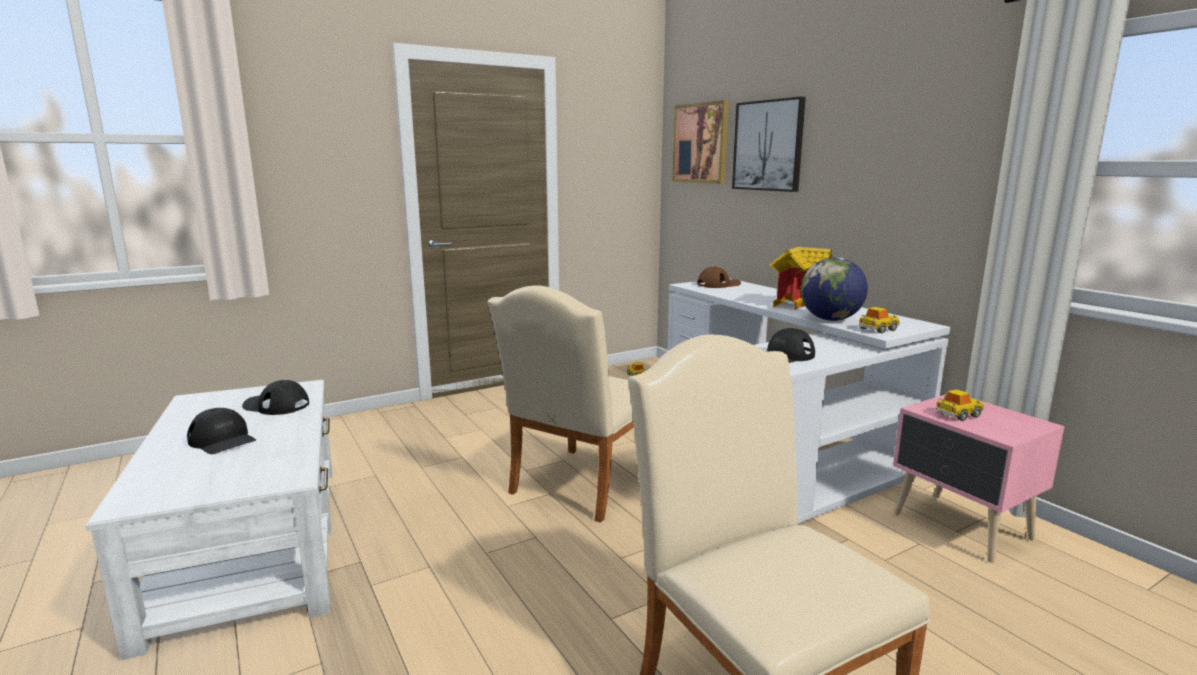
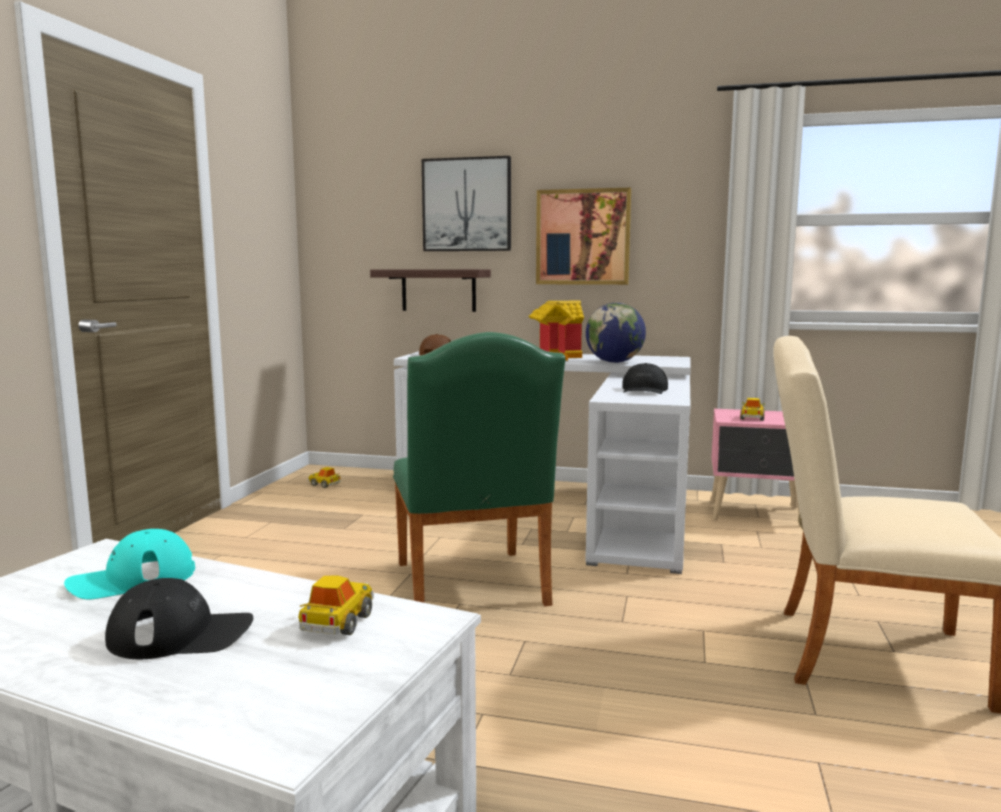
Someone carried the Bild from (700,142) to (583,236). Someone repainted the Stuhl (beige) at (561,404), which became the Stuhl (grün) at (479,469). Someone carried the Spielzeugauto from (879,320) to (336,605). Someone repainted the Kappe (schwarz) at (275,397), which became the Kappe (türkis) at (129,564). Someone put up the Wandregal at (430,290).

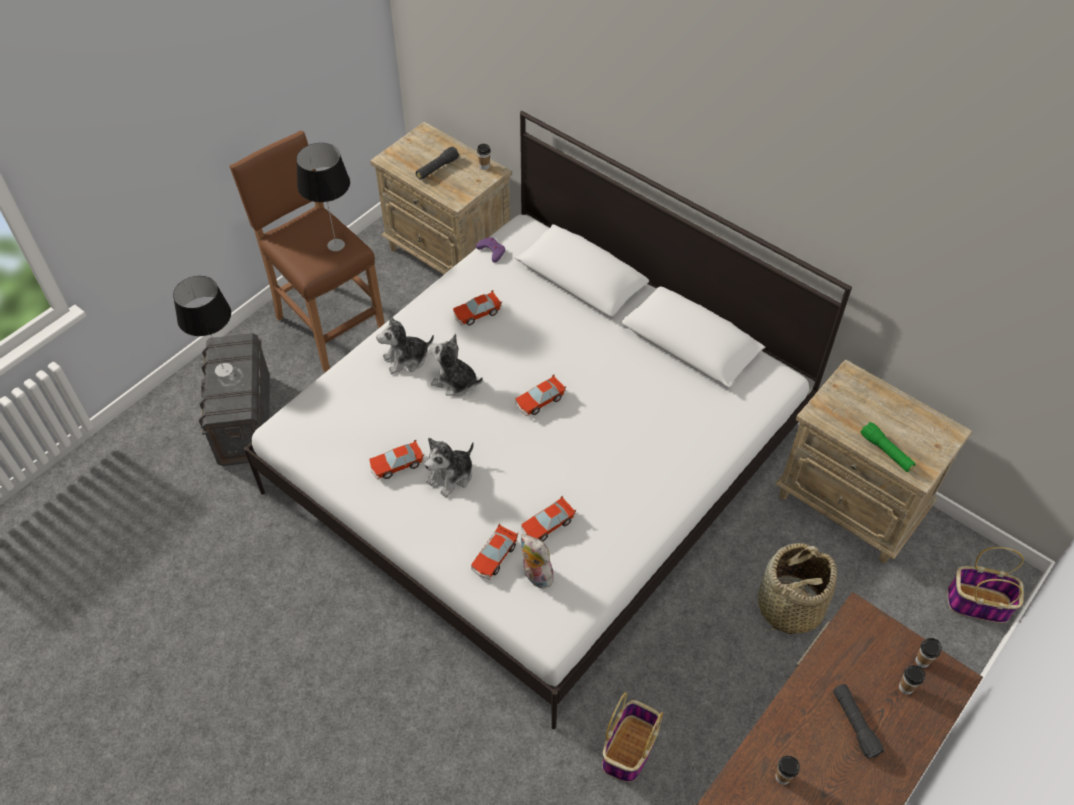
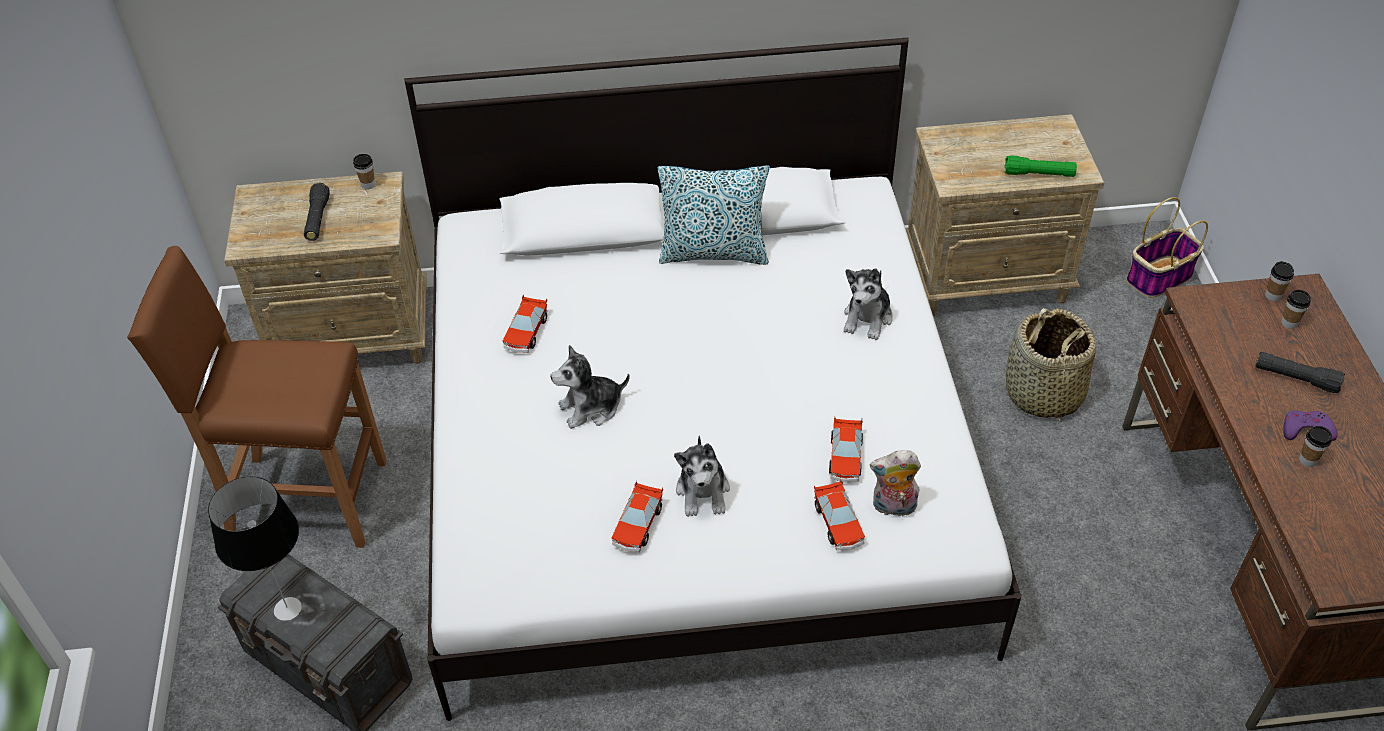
Someone took away the Tischlampe at (323,197). Someone carried the Gamepad (lila) from (490,250) to (1310,425). Someone carried the Plüschtier from (405,344) to (868,304). Someone took away the Spielzeugauto at (540,395). Someone took away the Korb at (632,737). Someone put down the Kissen at (714,215).

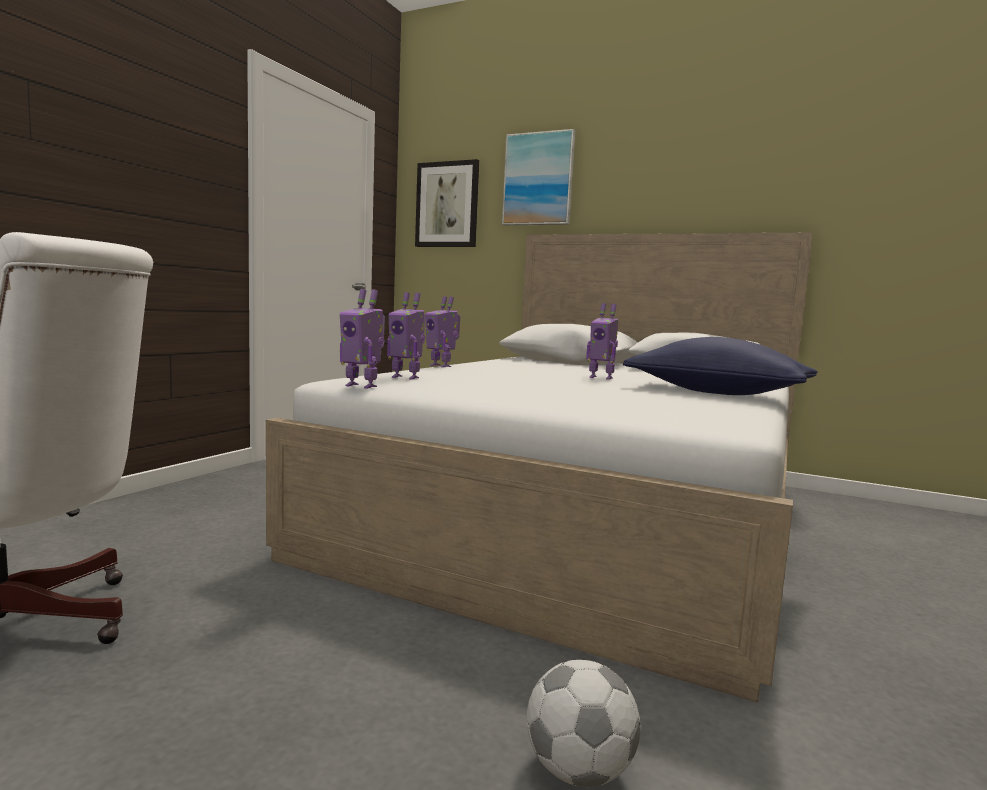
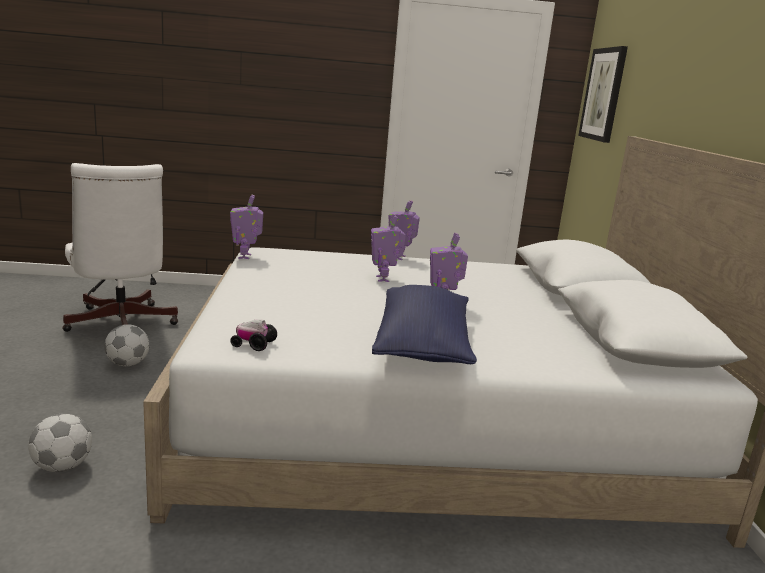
Someone took away the Bild at (538,177). Someone carried the Spielzeugroboter from (406,336) to (388,248). Someone put down the Spielzeugauto at (253,335). Someone put down the Fußball at (127,345).

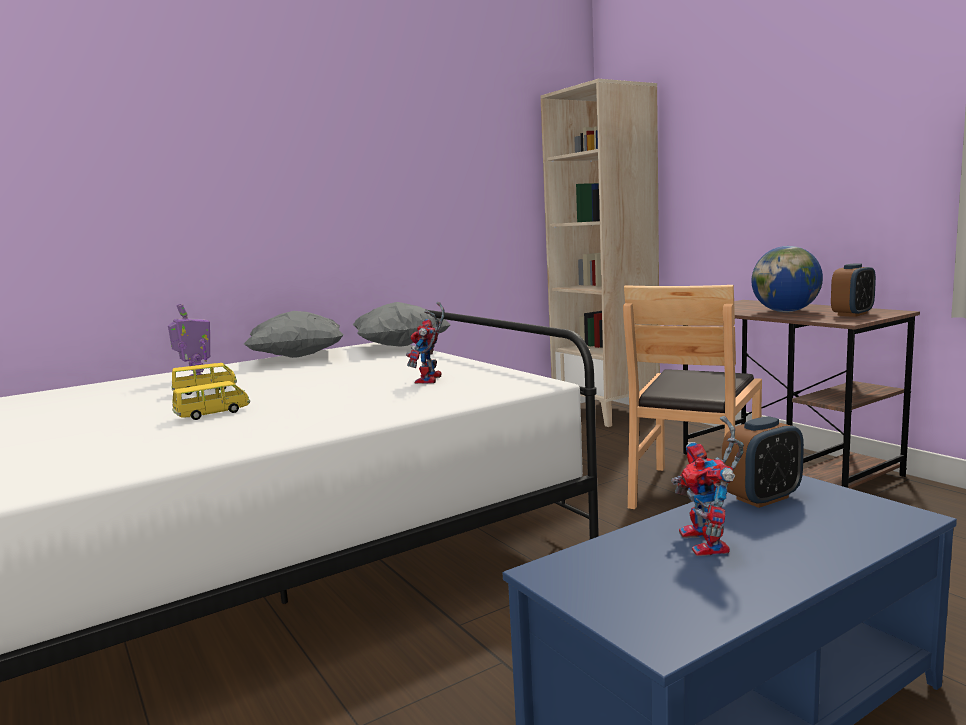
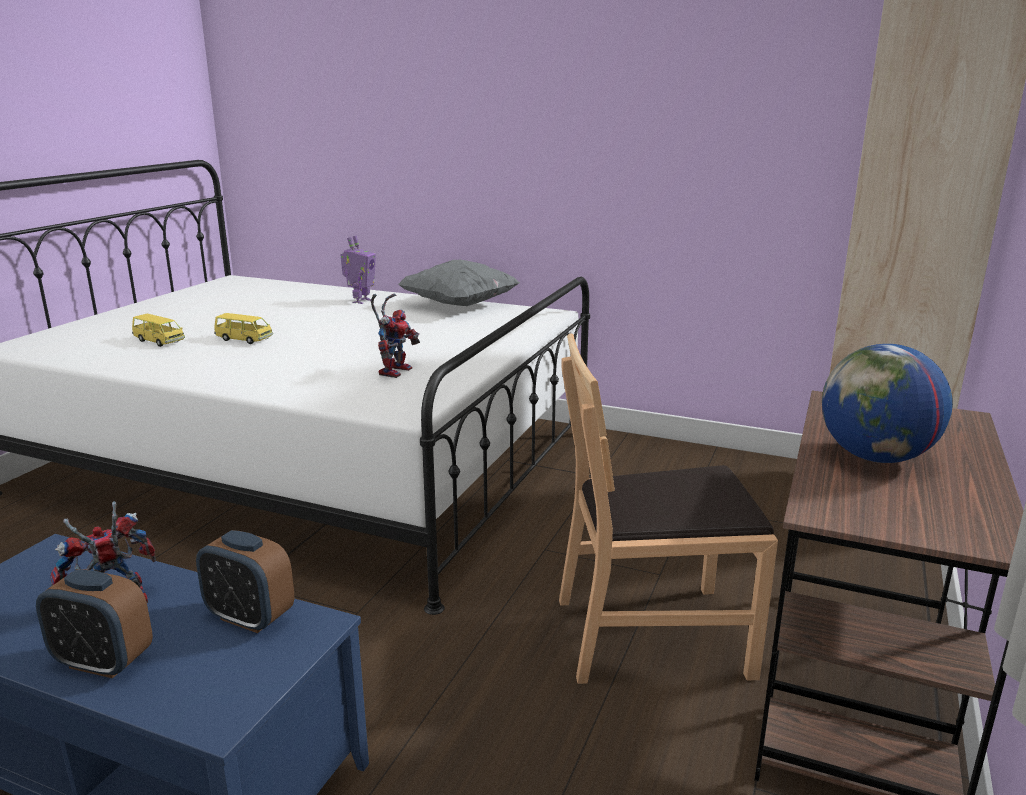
Someone carried the Wecker from (853,290) to (94,623). Someone took away the Kissen (grau) at (402,324). Someone rotated the Spielzeugroboter at (425,343) by 135 degrees clockwise. Someone carried the Spielzeugauto (gelb) from (204,379) to (158,330).

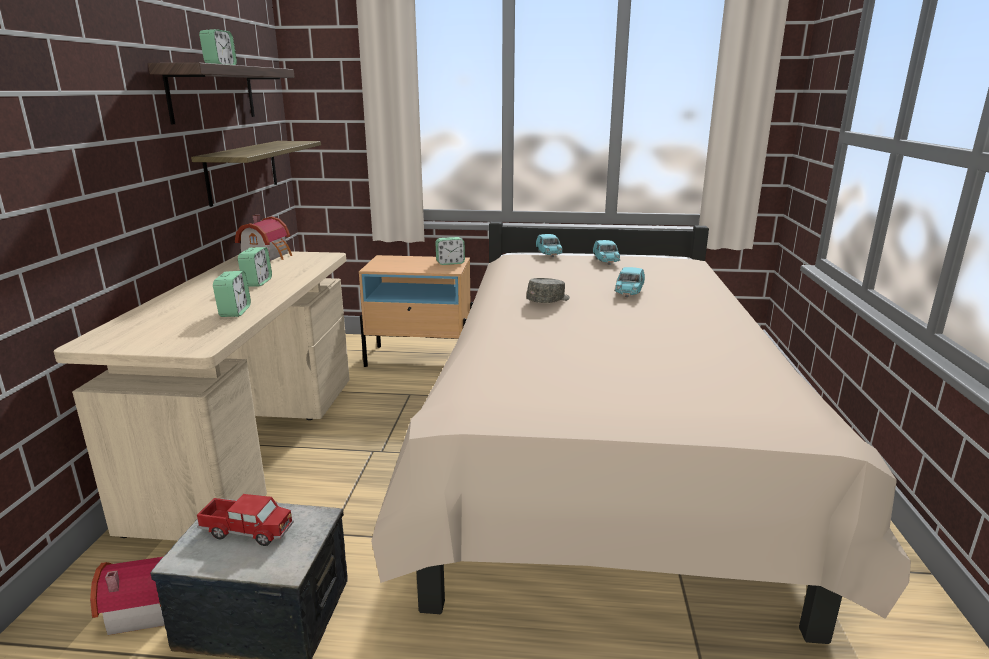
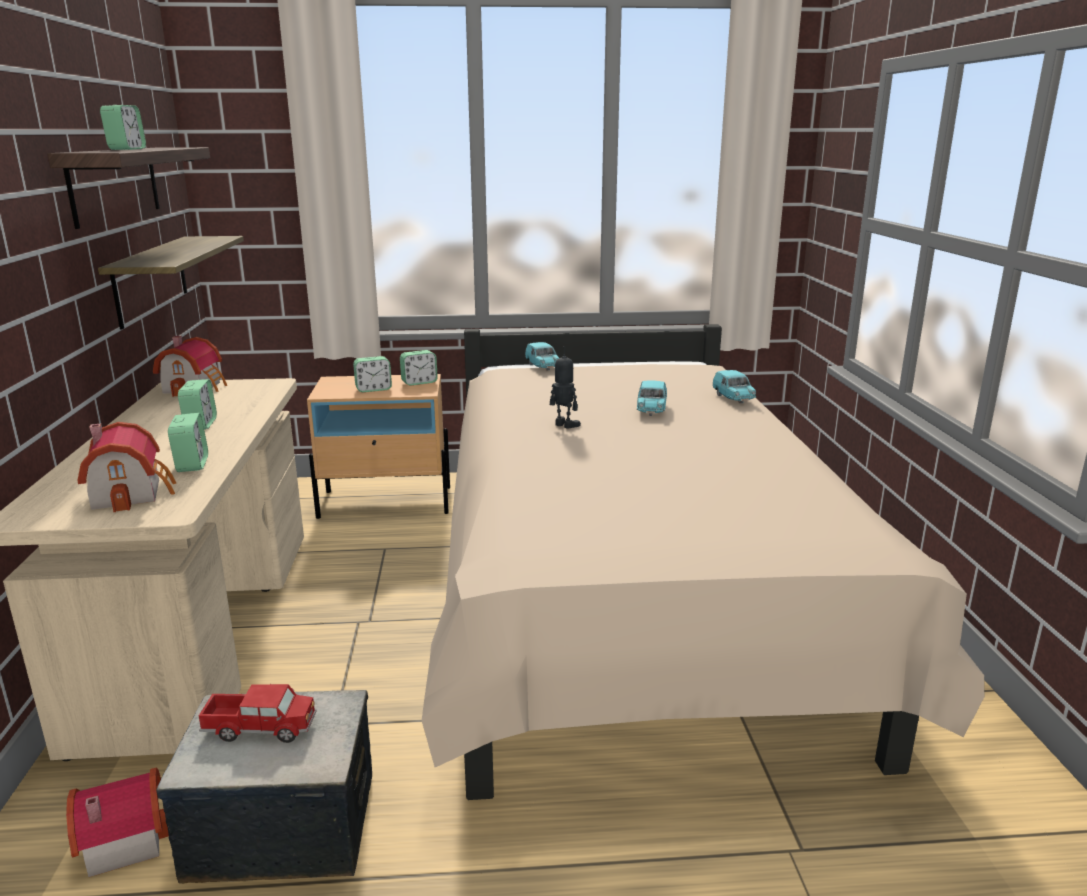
Someone carried the Spielzeugauto (türkis) from (607,252) to (734,386). Someone swapped the Kappe (grau) at (548,290) for the Spielzeugroboter at (565,387). Someone put down the Wecker at (372,374). Someone put down the Spielzeughaus at (126,467).

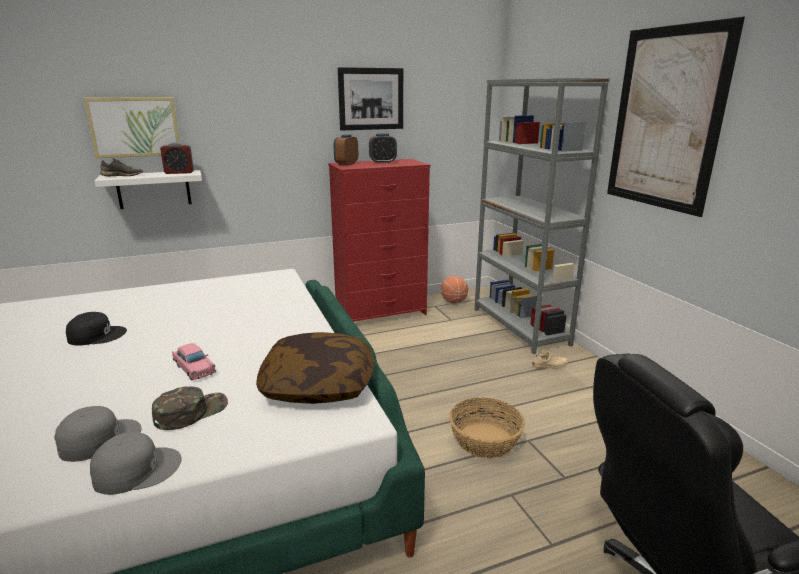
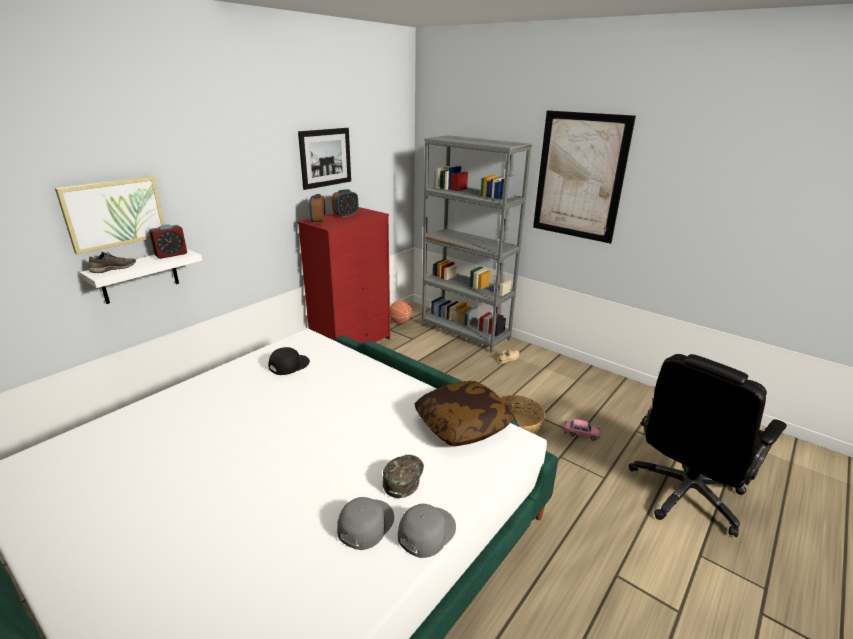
Someone carried the Kappe (schwarz) from (96,329) to (289,361). Someone carried the Spielzeugauto (rosa) from (194,361) to (581,430).

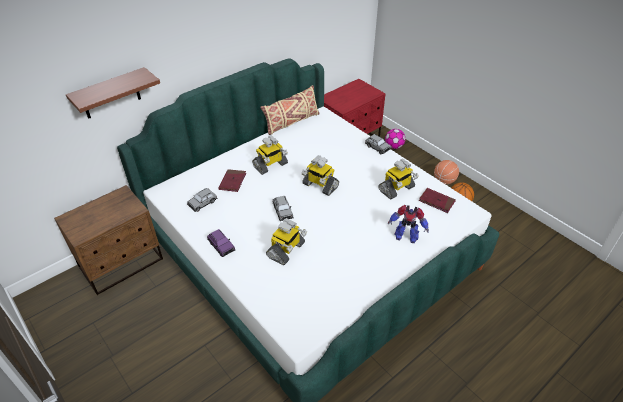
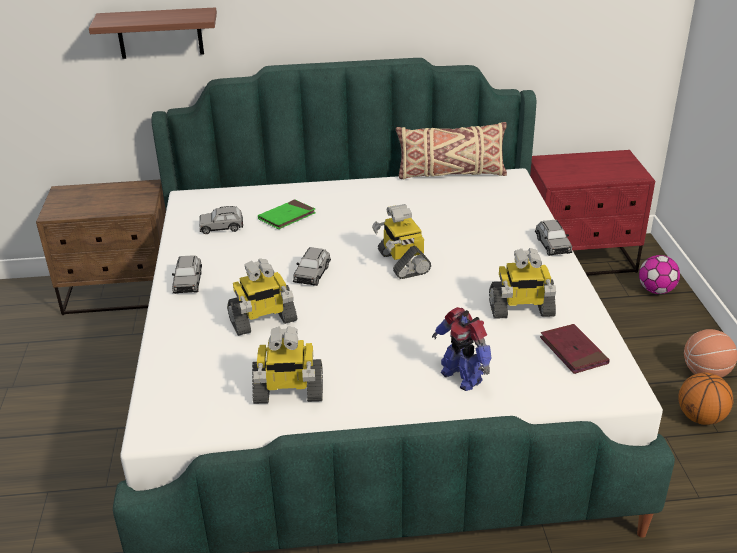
Someone carried the Spielzeugroboter from (270,155) to (287,365). Someone repainted the Buch (rot) at (232,180), which became the Buch (grün) at (287,214). Someone repainted the Spielzeugauto (lila) at (221,243), which became the Spielzeugauto (grau) at (187,274).

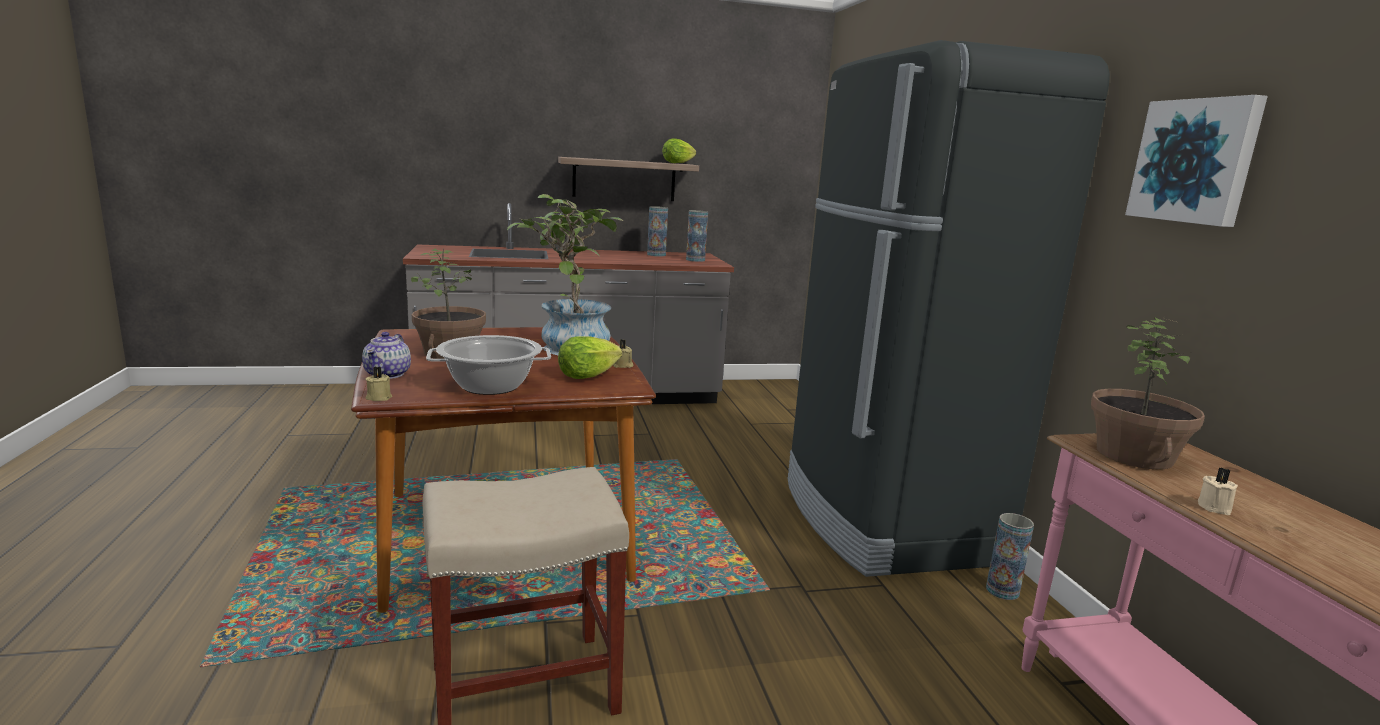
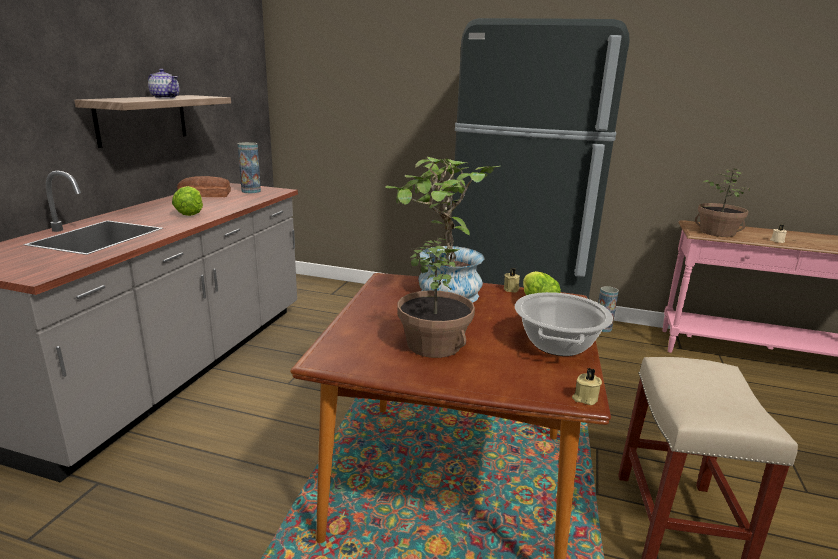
Someone took away the Bild at (1196,161). Someone carried the Salatkopf from (679,151) to (187,201). Someone swapped the Vase at (657,231) for the Brot at (204,186). Someone carried the Teekanne from (386,355) to (163,84).

